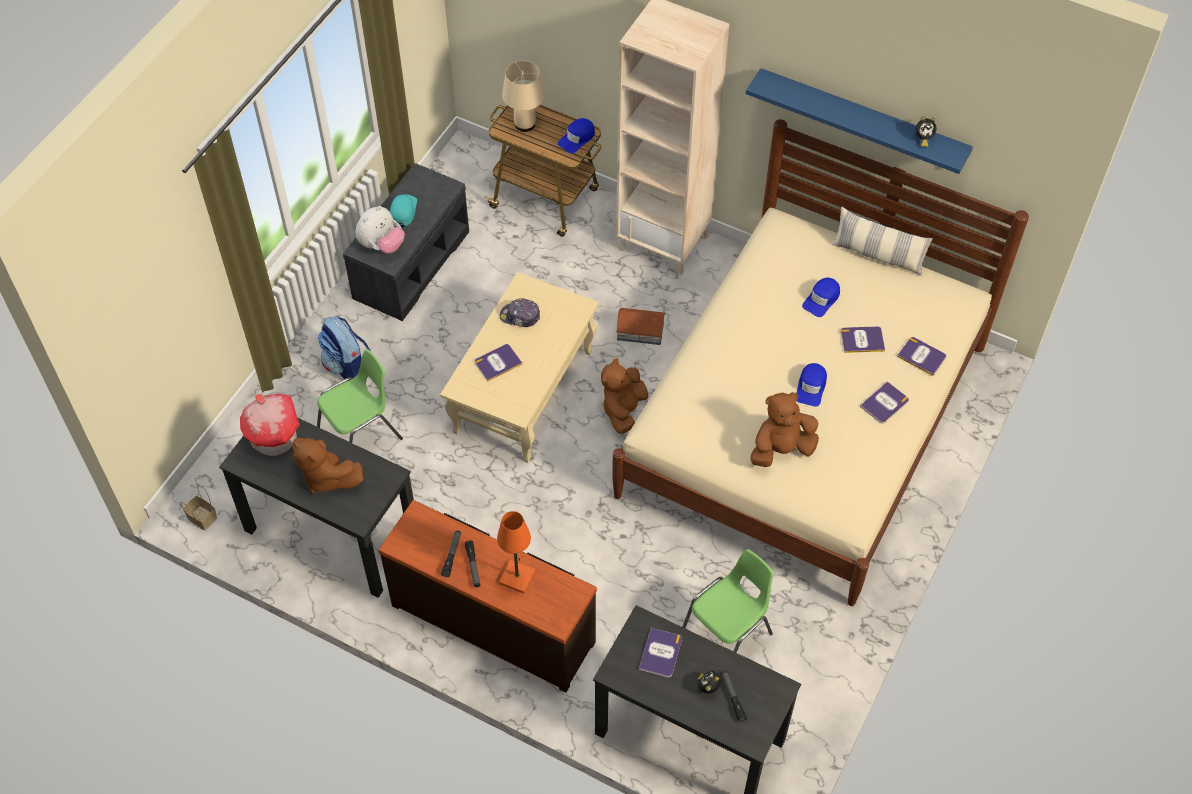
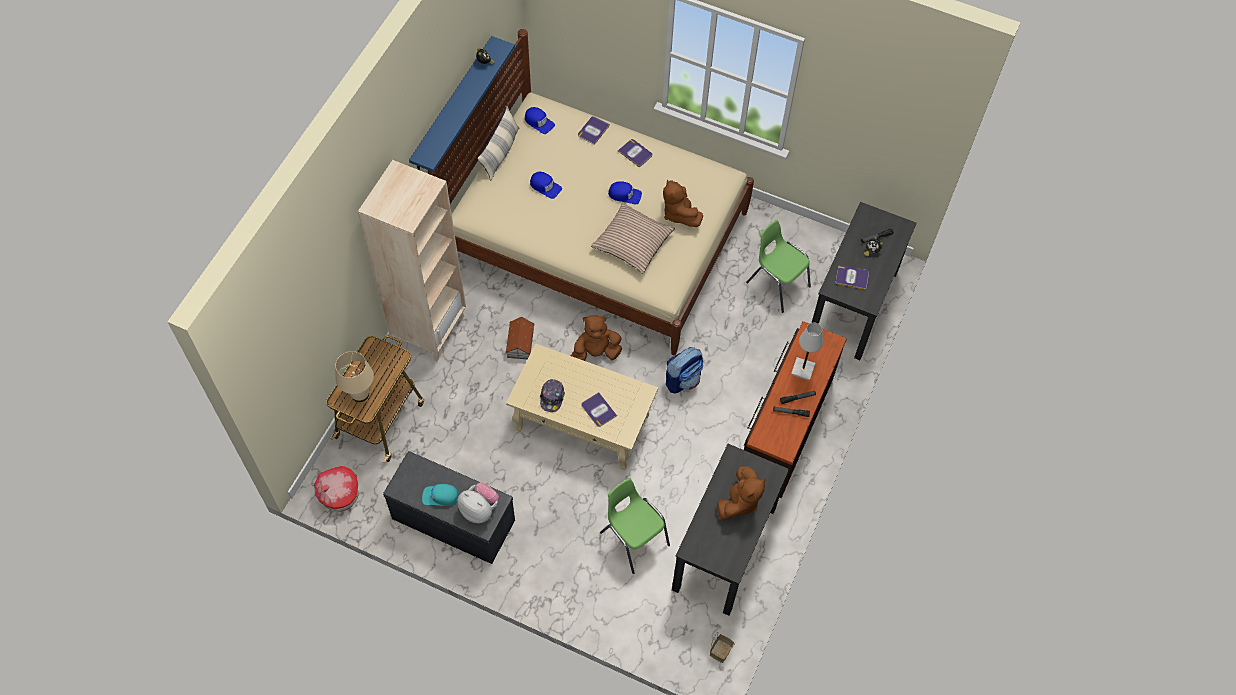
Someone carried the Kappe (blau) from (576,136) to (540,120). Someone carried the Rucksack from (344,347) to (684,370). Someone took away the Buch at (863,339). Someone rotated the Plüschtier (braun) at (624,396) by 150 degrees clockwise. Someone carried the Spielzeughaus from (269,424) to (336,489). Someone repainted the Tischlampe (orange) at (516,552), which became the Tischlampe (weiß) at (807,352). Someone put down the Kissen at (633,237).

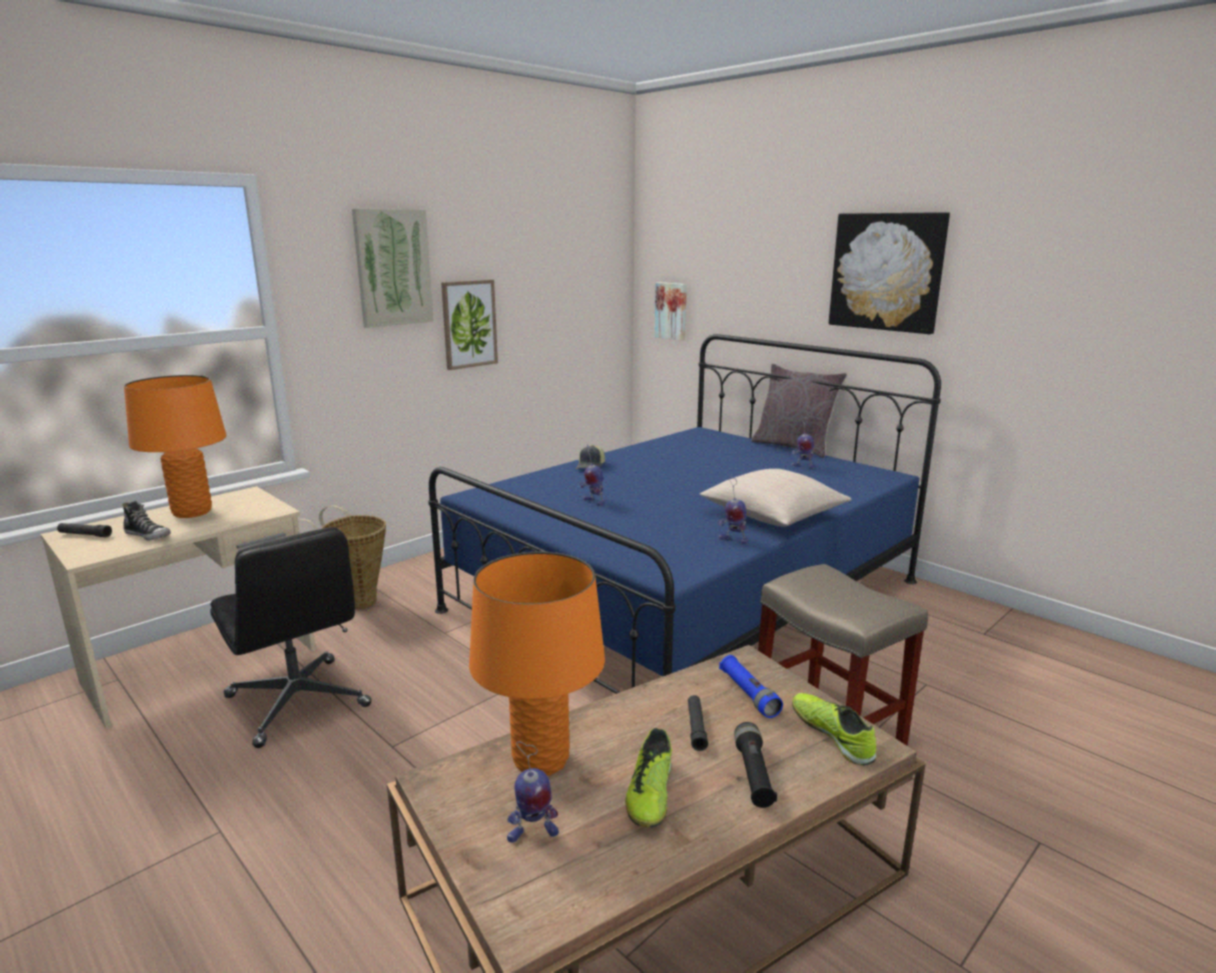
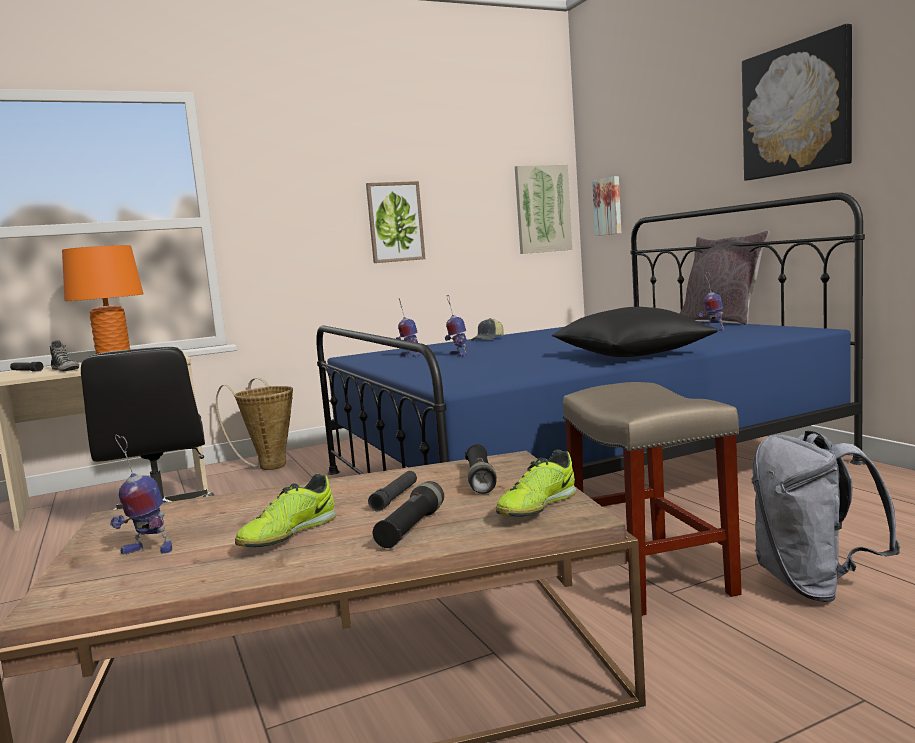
Someone carried the Bild from (393,268) to (543,209). Someone repainted the Kissen (beige) at (776,498), which became the Kissen (schwarz) at (635,332). Someone carried the Spielzeugroboter from (732,510) to (408,327). Someone took away the Tischlampe (orange) at (537,664). Someone repainted the Taschenlampe (blau) at (751,686), which became the Taschenlampe (schwarz) at (481,469). Someone rotated the Schuh at (834,729) by 135 degrees counterclockwise. Someone put down the Rucksack (grau) at (826,516).

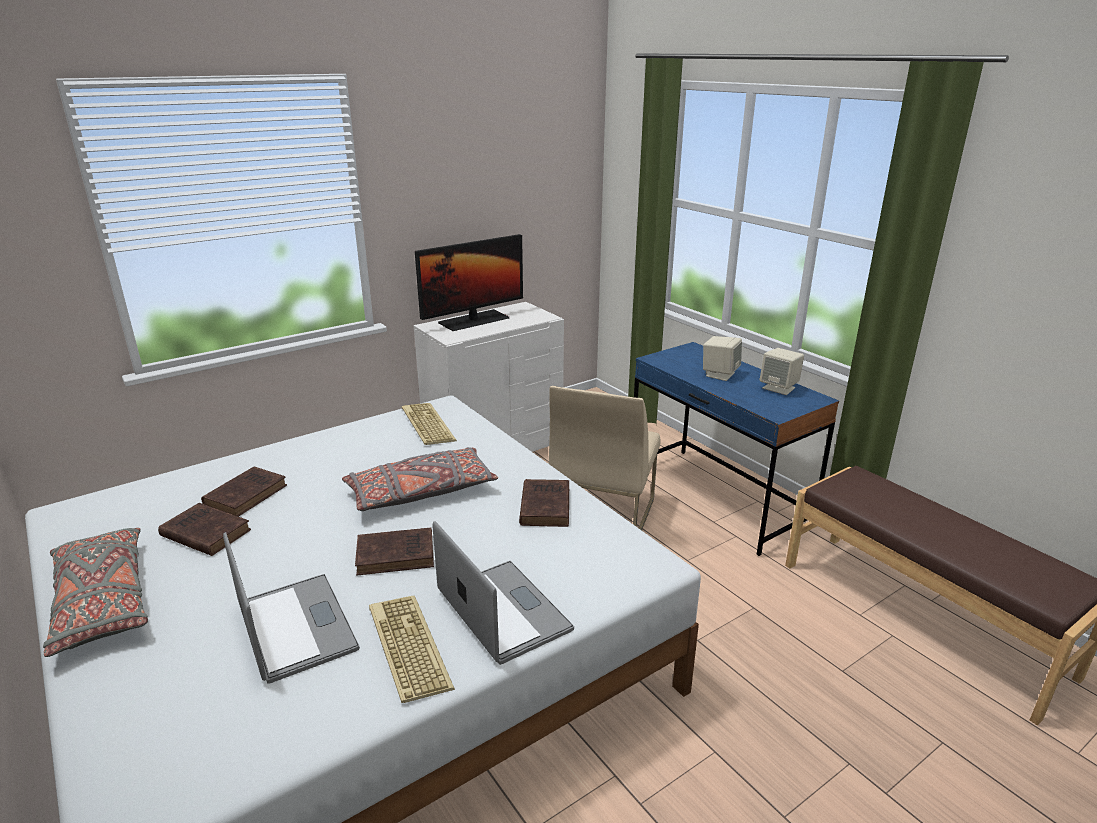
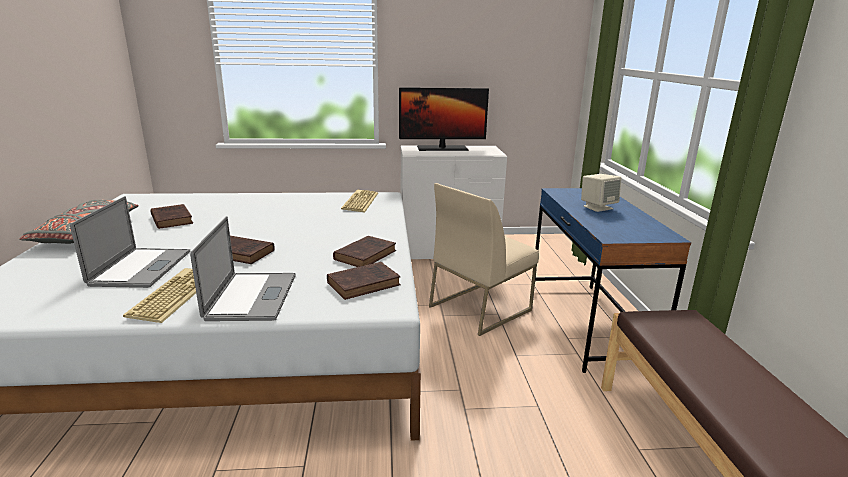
Someone took away the Lautsprecher (beige) at (782,371). Someone took away the Kissen (grau) at (420,479). Someone carried the Buch (braun) from (244,491) to (364,281).

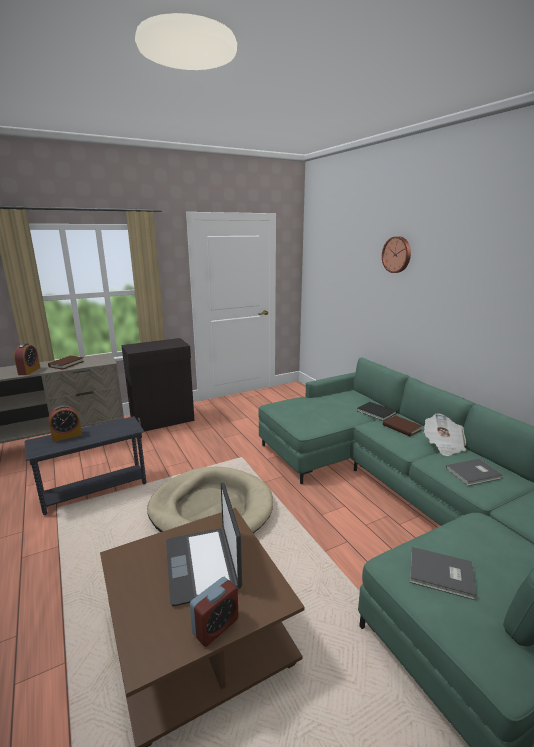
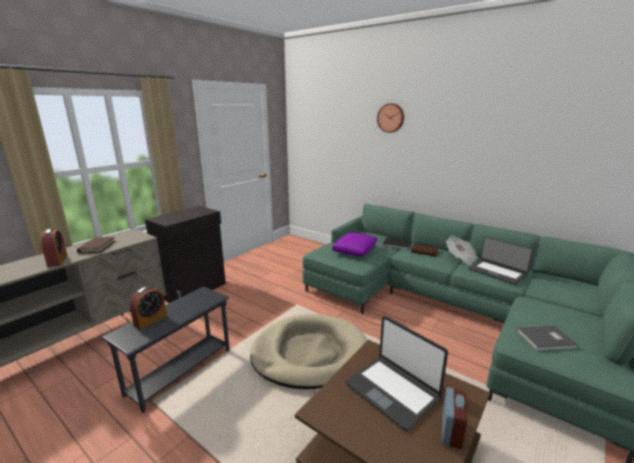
Someone swapped the Buch (grau) at (474,472) for the Laptop at (500,260). Someone put down the Kissen (lila) at (354,245).

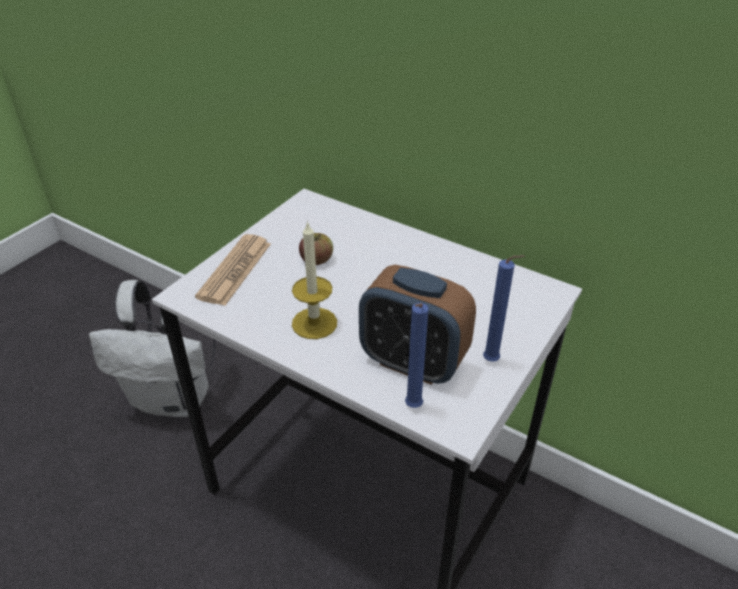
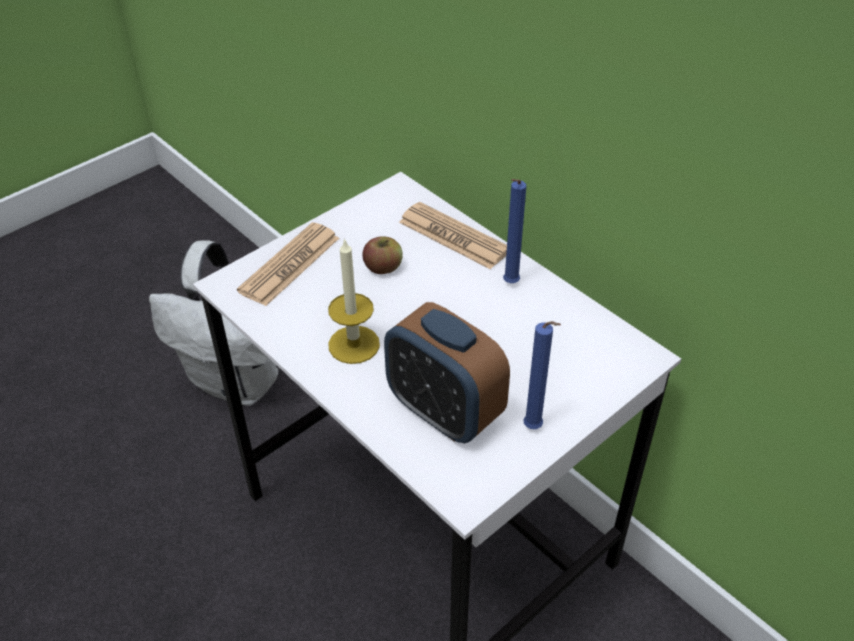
Someone carried the Kerze (blau) from (417,355) to (514,231). Someone put down the Zeitung at (453,235).

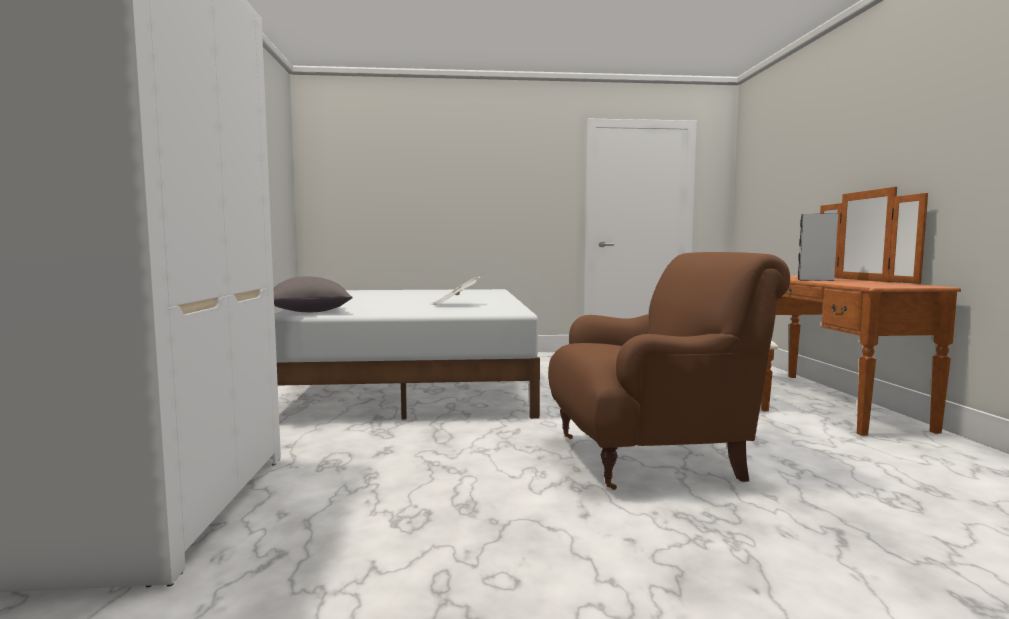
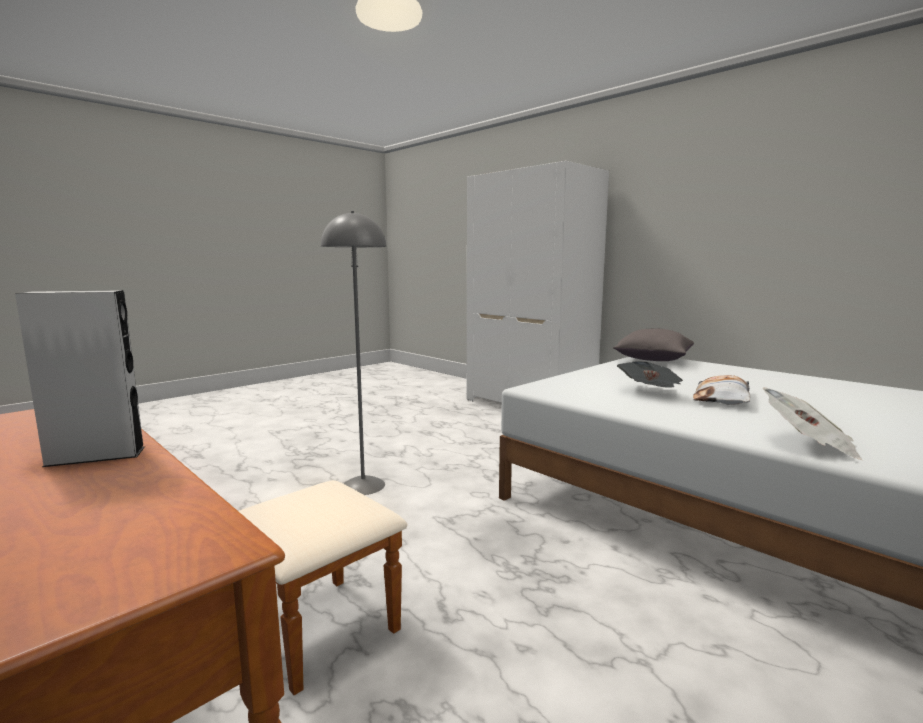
Someone swapped the Sessel (braun) at (669,371) for the Stehlampe (grau) at (353,353). Someone put down the Kissen at (722,390). Someone put down the Zeitung at (812,423).

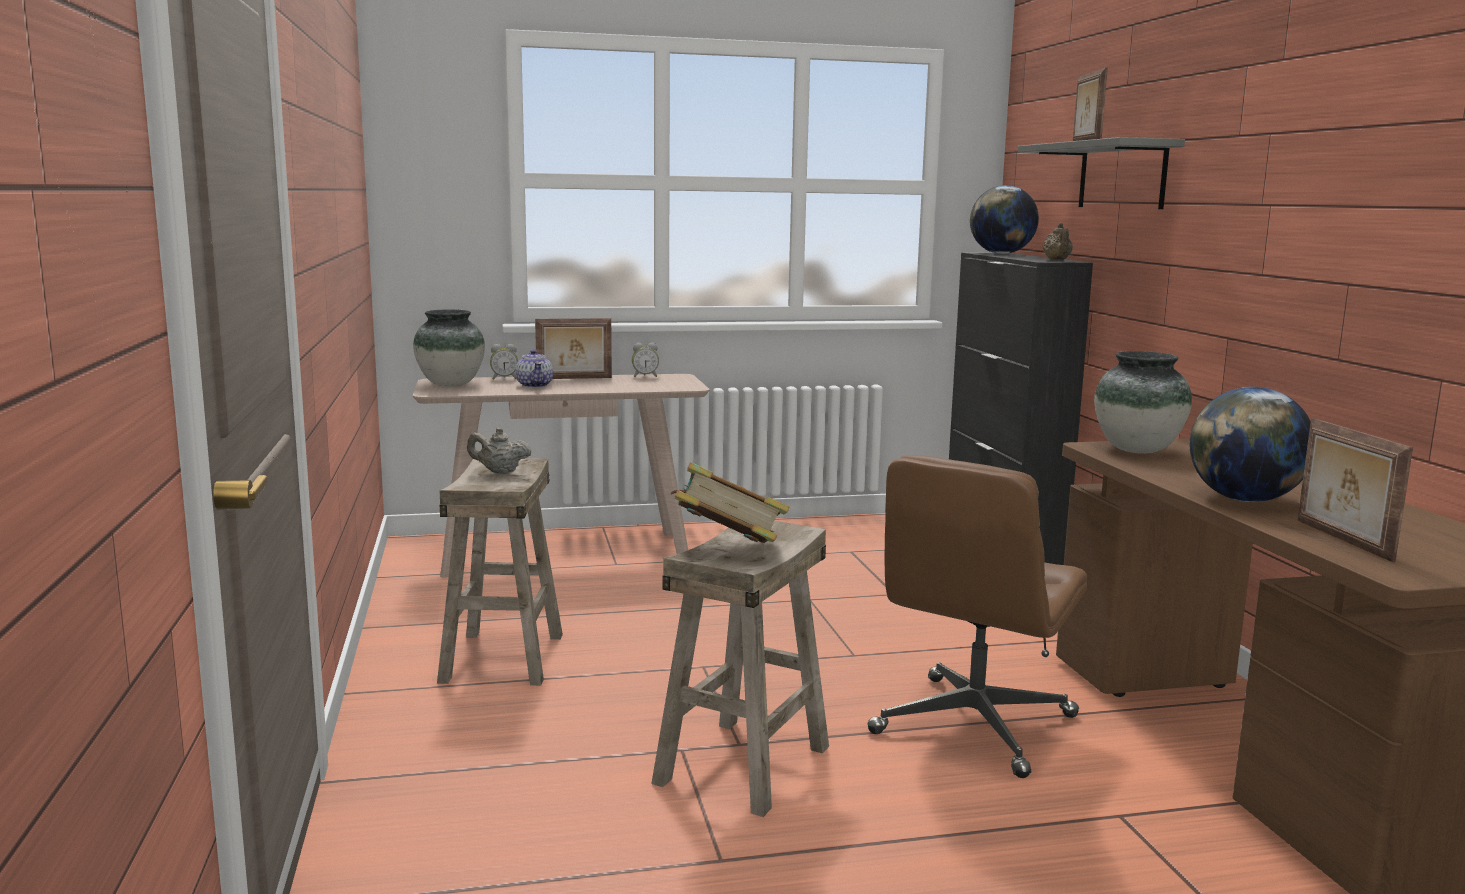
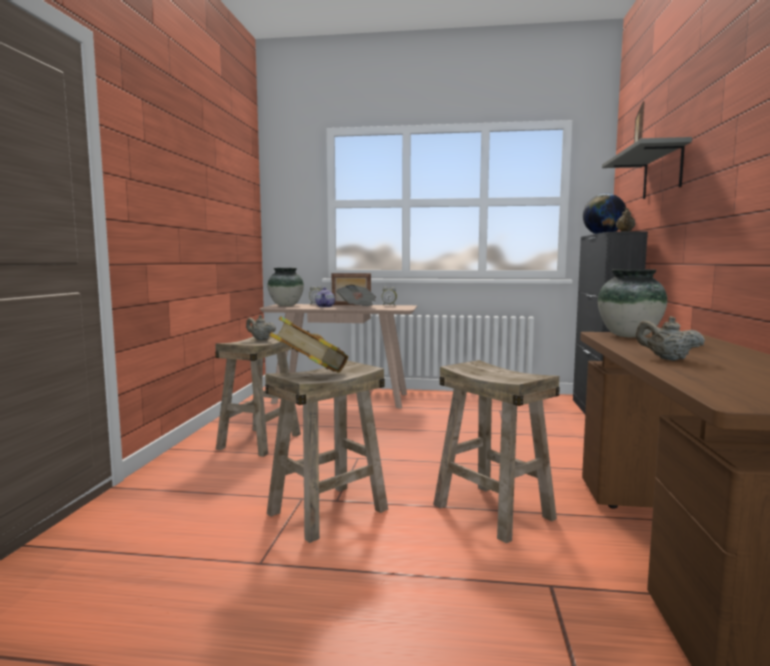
Someone swapped the Globus at (1250,444) for the Teekanne (beige) at (670,338). Someone took away the Bilderrahmen at (1355,490). Someone swapped the Bürostuhl (braun) at (977,616) for the Hocker (beige) at (496,452). Someone put down the Zeitung at (356,295).

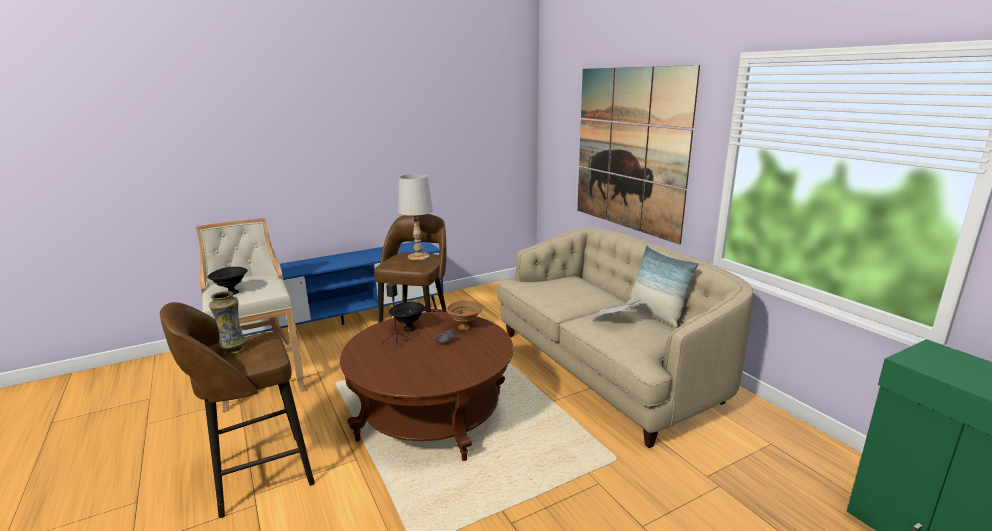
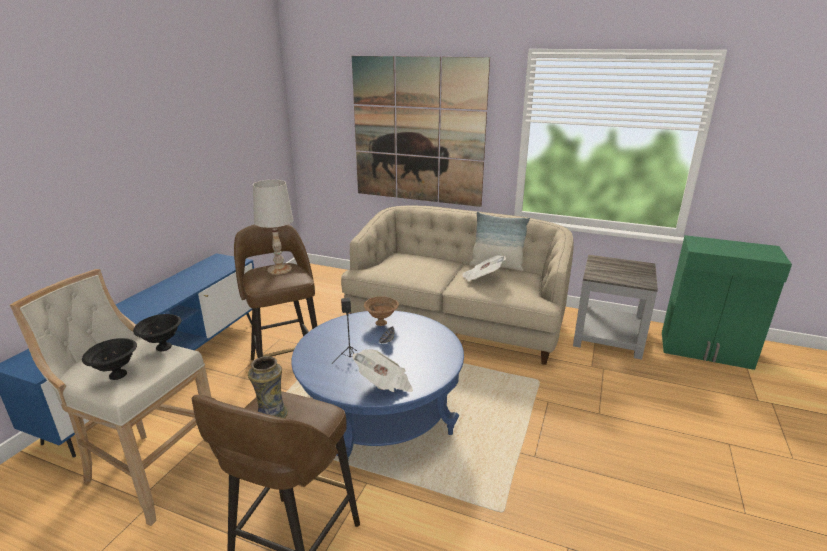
Someone carried the Schüssel (schwarz) from (407,316) to (157,333). Someone repainted the Couchtisch (braun) at (426,386), which became the Couchtisch (blau) at (377,385). Someone put down the Beistelltisch (grau) at (615,307). Someone put down the Zeitung at (382,370).

